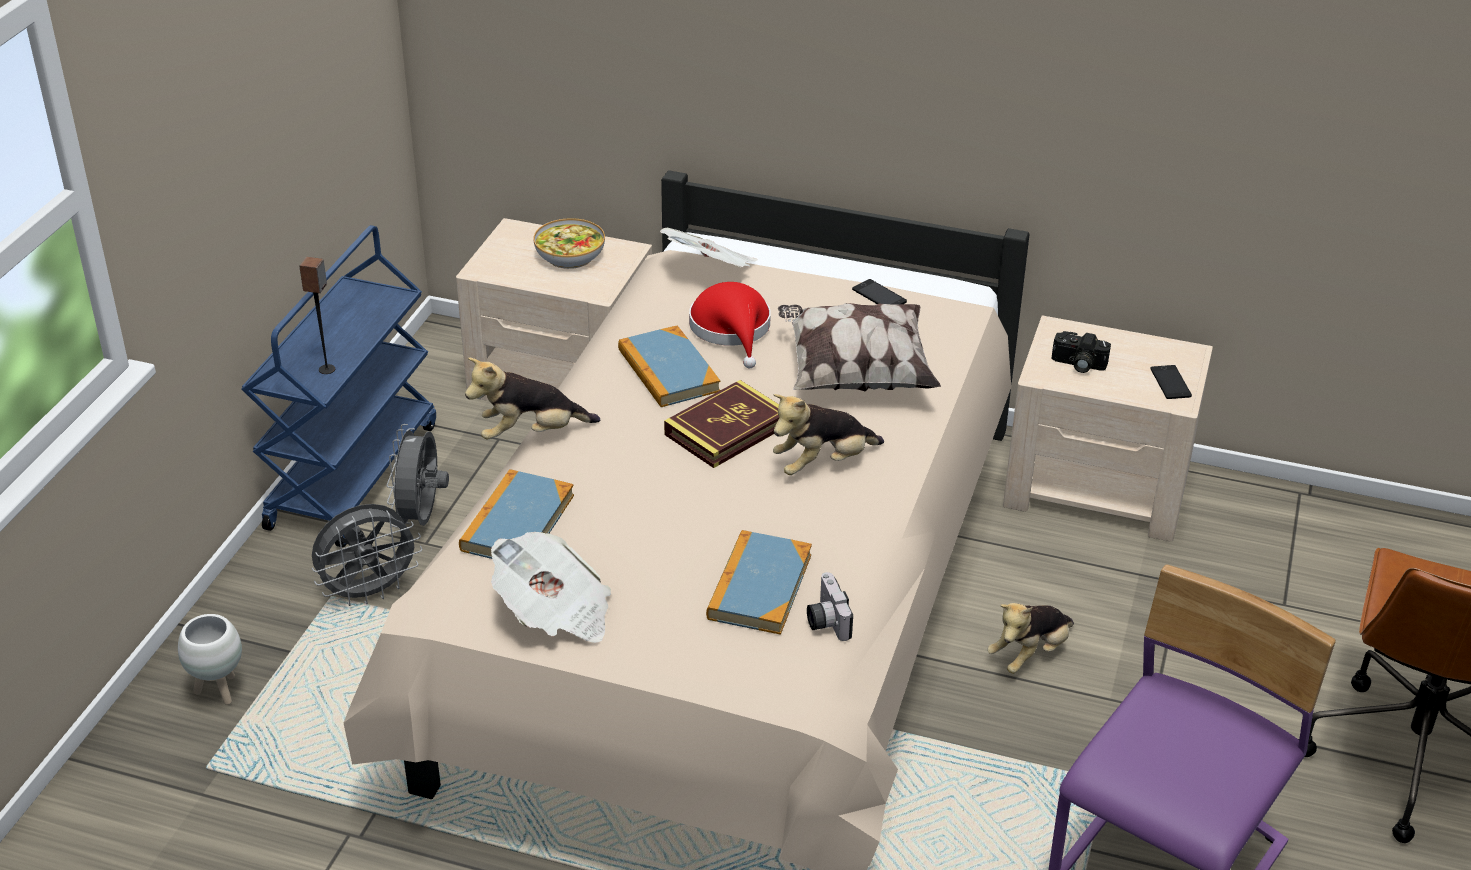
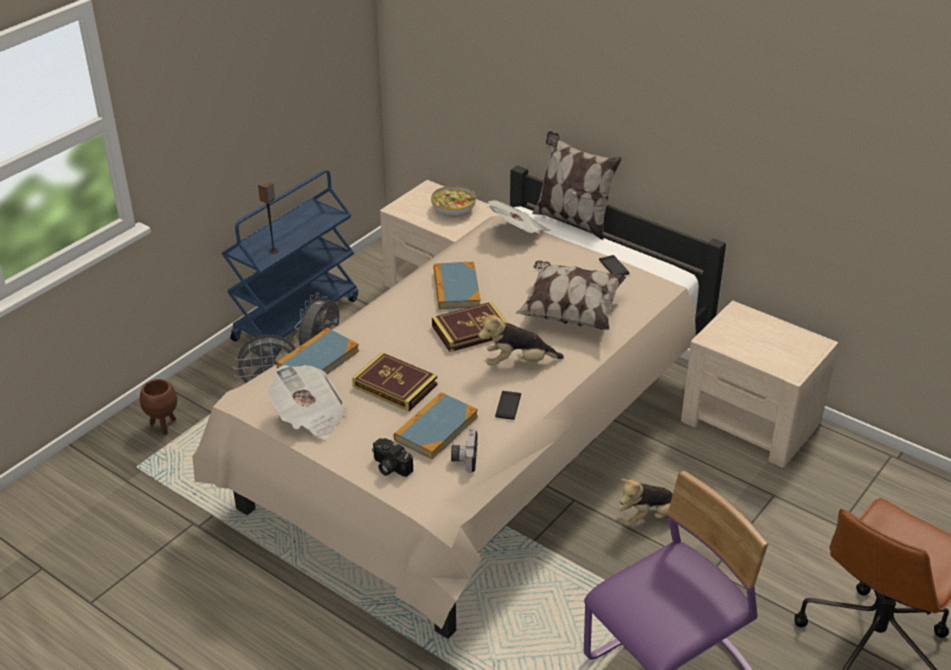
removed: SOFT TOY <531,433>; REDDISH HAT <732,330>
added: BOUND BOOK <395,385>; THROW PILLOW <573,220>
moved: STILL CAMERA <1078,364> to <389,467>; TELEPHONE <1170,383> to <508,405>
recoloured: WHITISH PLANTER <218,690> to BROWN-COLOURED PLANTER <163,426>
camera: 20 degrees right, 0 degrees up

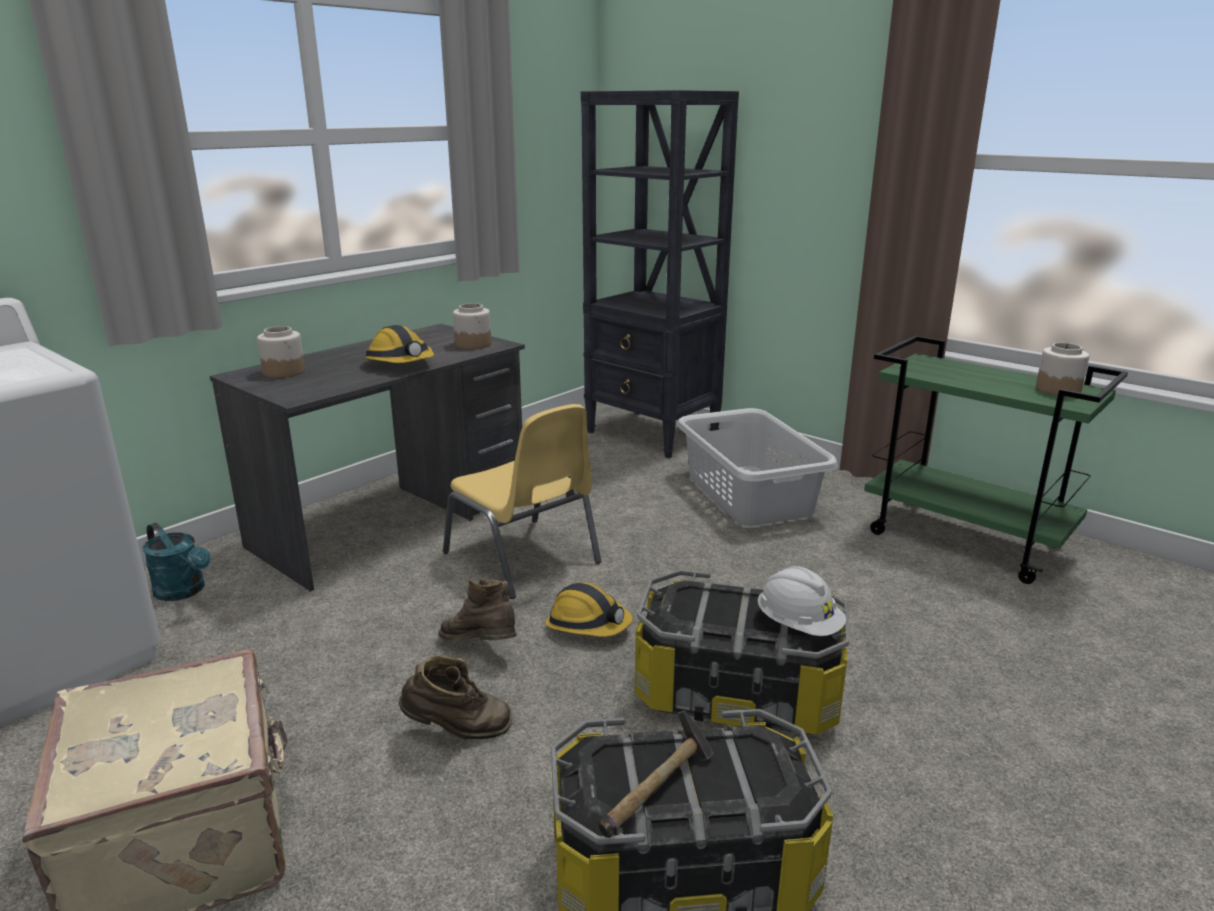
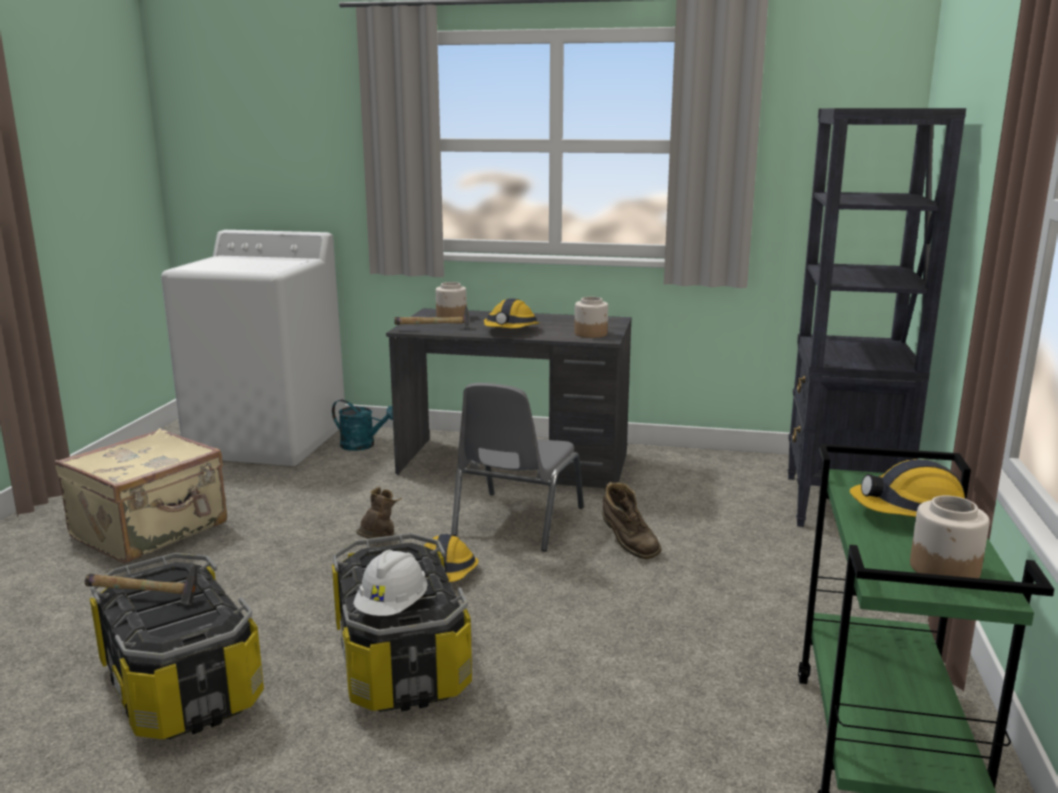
removed: GREYISH LAUNDRY BASKET <749,494>
added: HAMMER <435,329>; HARD HAT <910,514>
moved: BROWN-COLOURED TALL BOOT <458,732> to <627,545>
recoloured: YELLOW UPRIGHT CHAIR <524,558> to GREYISH UPRIGHT CHAIR <516,522>
turned: TURQUOISE WATERING CAN <184,591> = <363,445> 75 degrees counterclockwise
camera: 60 degrees right, 5 degrees down

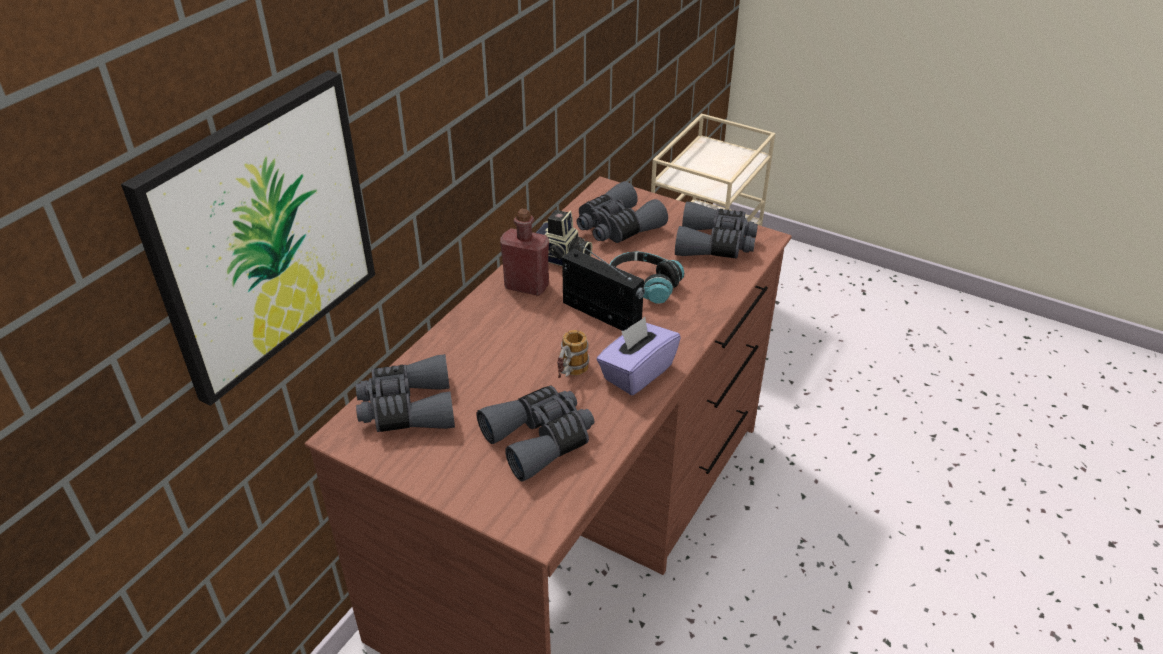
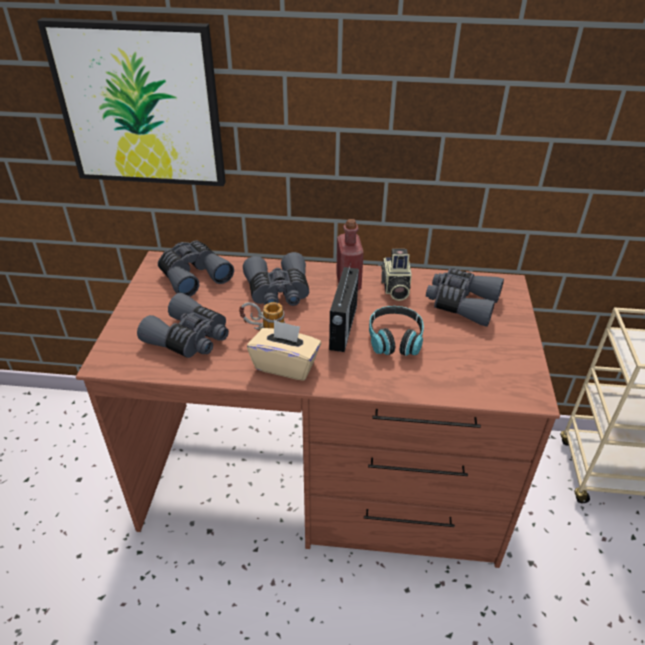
moved: GREYISH PAIR OF BINOCULARS <715,244> to <278,291>
recoloured: PURPLE TISSUE HOLDER <636,372> to BEIGE TISSUE HOLDER <285,365>
camera: 65 degrees right, 0 degrees up

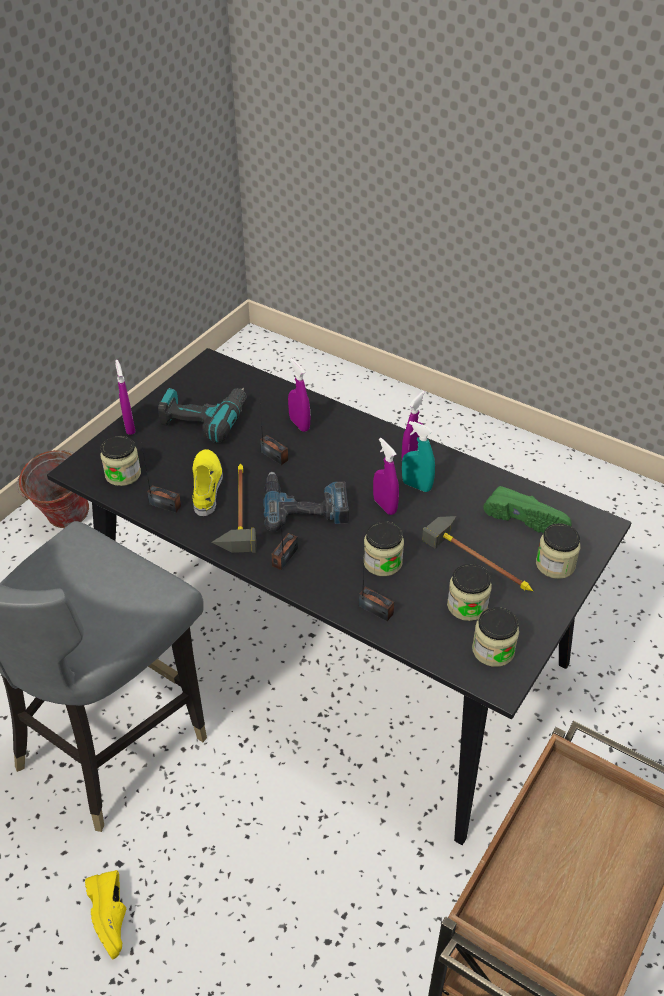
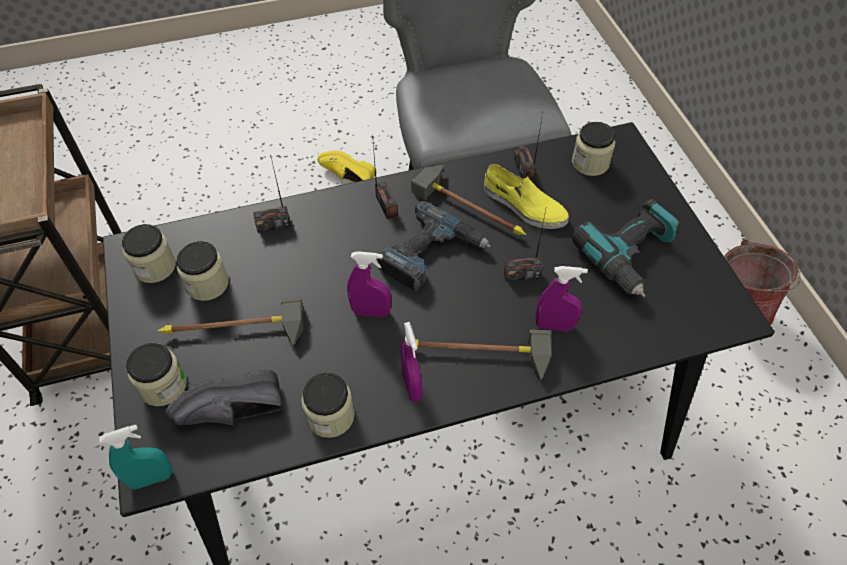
removed: PURPLE SPRAY BOTTLE <129,426>
added: HAMMER <475,359>
moved: PRESERVE JAR <382,562> to <330,416>; TURQUOISE SPRAY BOTTLE <416,486> to <151,478>
recoloured: GREEN ITEM OF FOOTWEAR <526,518> to BLACK-COLOURED ITEM OF FOOTWEAR <233,415>
turned: RADIO <165,505> = <523,169> 105 degrees clockwise
camera: 130 degrees right, 10 degrees up

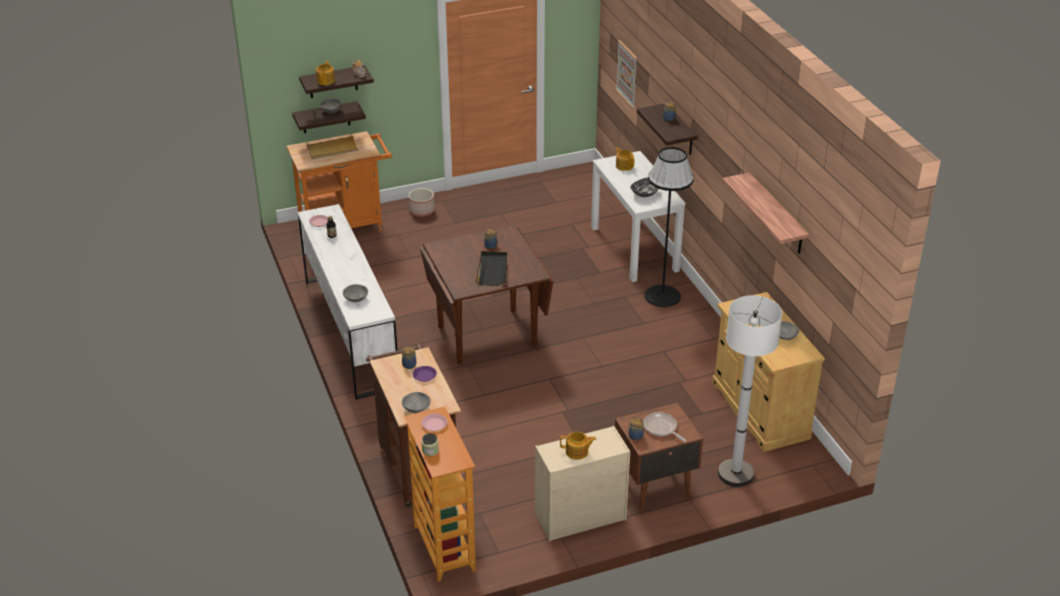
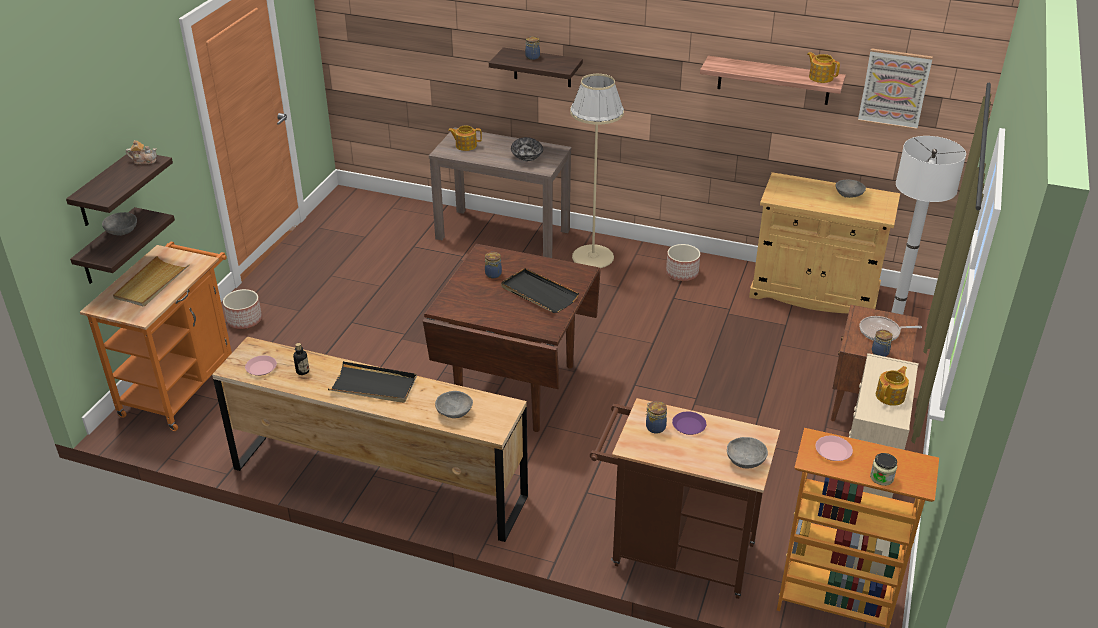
added: BLACK-COLOURED CARRYING TRAY <373,385>; PLANTER <681,273>
moved: TEA POT <326,80> to <820,77>; PICTURE <627,73> to <894,88>
recoloured: WHITISH DRESSER <351,332> to BROWN-COLOURED DRESSER <379,482>; WHITISH NARROW TABLE <634,249> to BROWN-COLOURED NARROW TABLE <503,234>; BLACK-COLOURED FLOOR LAMP <662,296> to BEIGE FLOOR LAMP <593,256>
camera: 50 degrees left, 0 degrees up

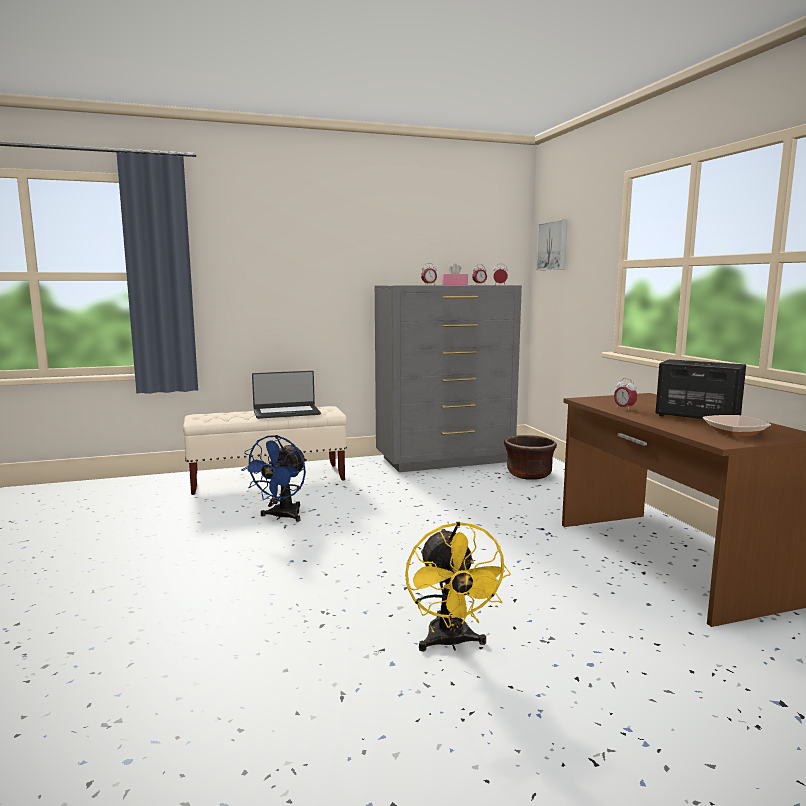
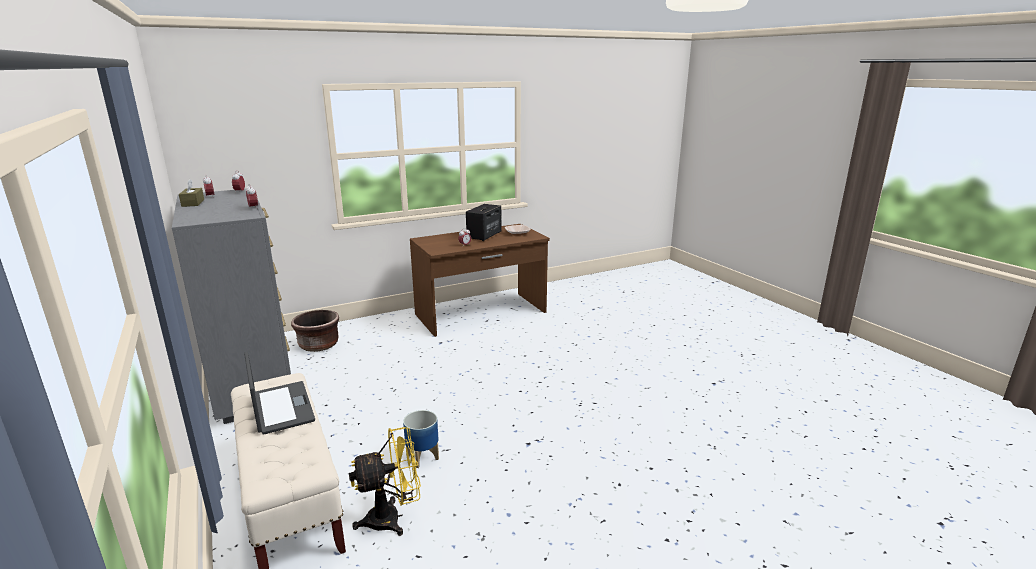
removed: PICTURE <553,246>
moved: YELLOW FAN <451,643> to <392,518>
replaced: BLUISH FAN <282,517> to PLANTER <422,457>
recoloured: PINK TISSUE HOLDER <454,284> to BROWN-COLOURED TISSUE HOLDER <193,203>
camera: 100 degrees left, 10 degrees up

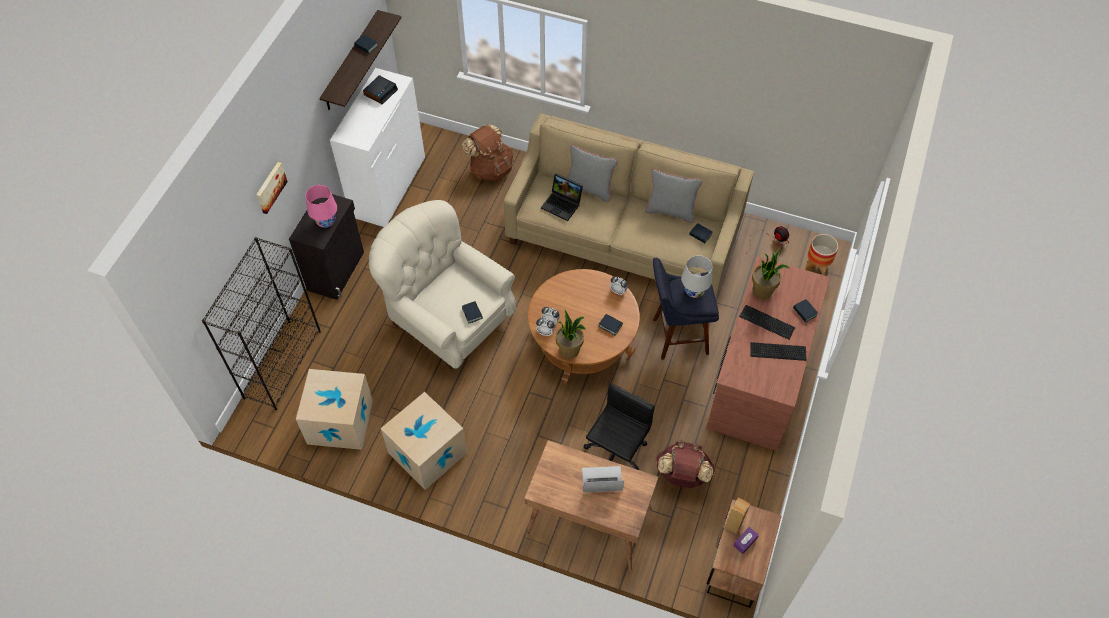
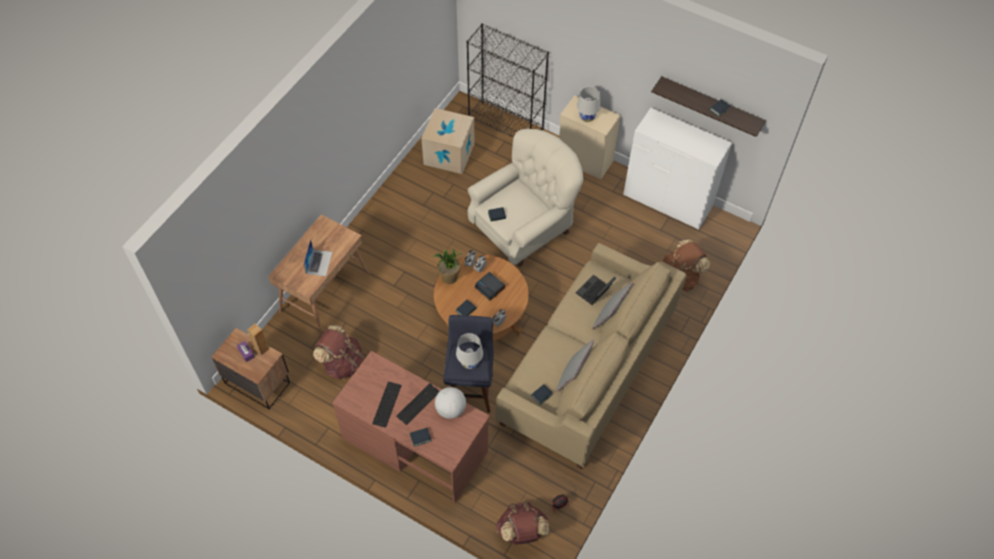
removed: PICTURE <270,187>; CARDBOARD BOX <427,453>; BLACK-COLOURED COMPUTER CHAIR <616,455>
moved: ALARM CLOCK <380,92> to <490,288>
replaced: POTTED PLANT <763,291> to DESK GLOBE <450,409>; PLANTER <817,267> to BROWN-COLOURED BACKPACK <522,532>
recoloured: BLACK-COLOURED CUPBOARD <337,271> to BEIGE CUPBOARD <585,161>; PINK TABLE LAMP <326,221> to WHITISH TABLE LAMP <587,117>
camera: 100 degrees right, 0 degrees up

